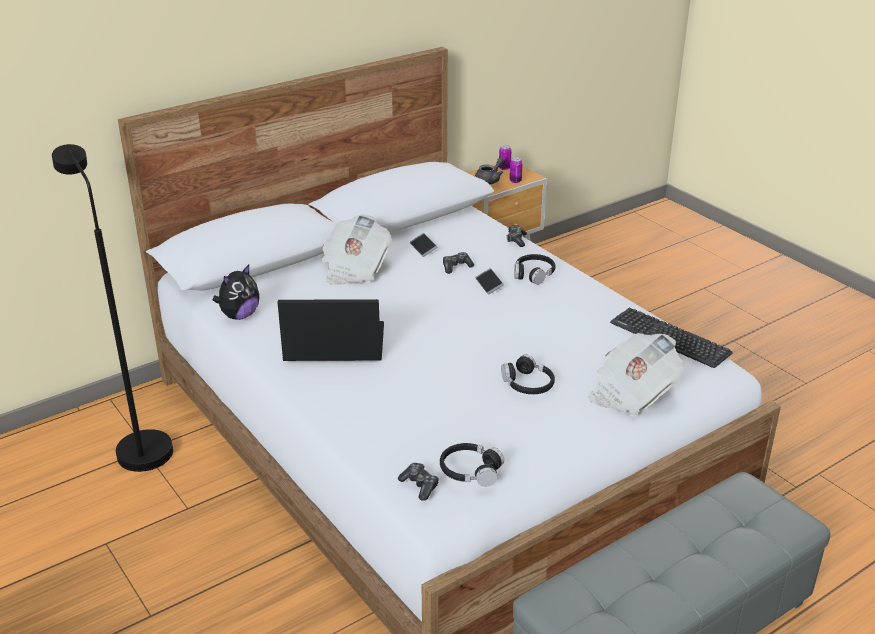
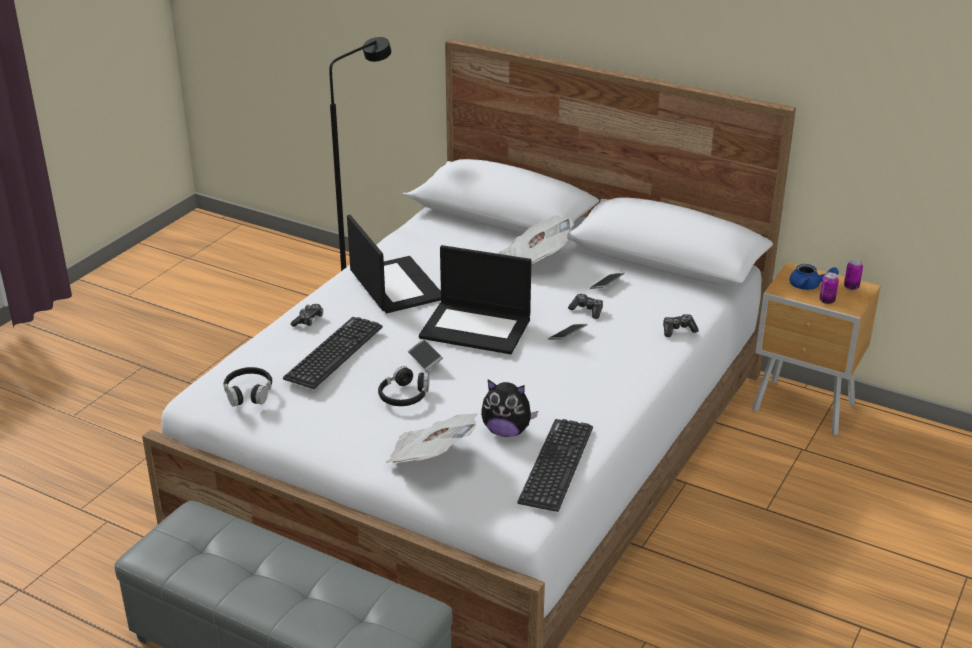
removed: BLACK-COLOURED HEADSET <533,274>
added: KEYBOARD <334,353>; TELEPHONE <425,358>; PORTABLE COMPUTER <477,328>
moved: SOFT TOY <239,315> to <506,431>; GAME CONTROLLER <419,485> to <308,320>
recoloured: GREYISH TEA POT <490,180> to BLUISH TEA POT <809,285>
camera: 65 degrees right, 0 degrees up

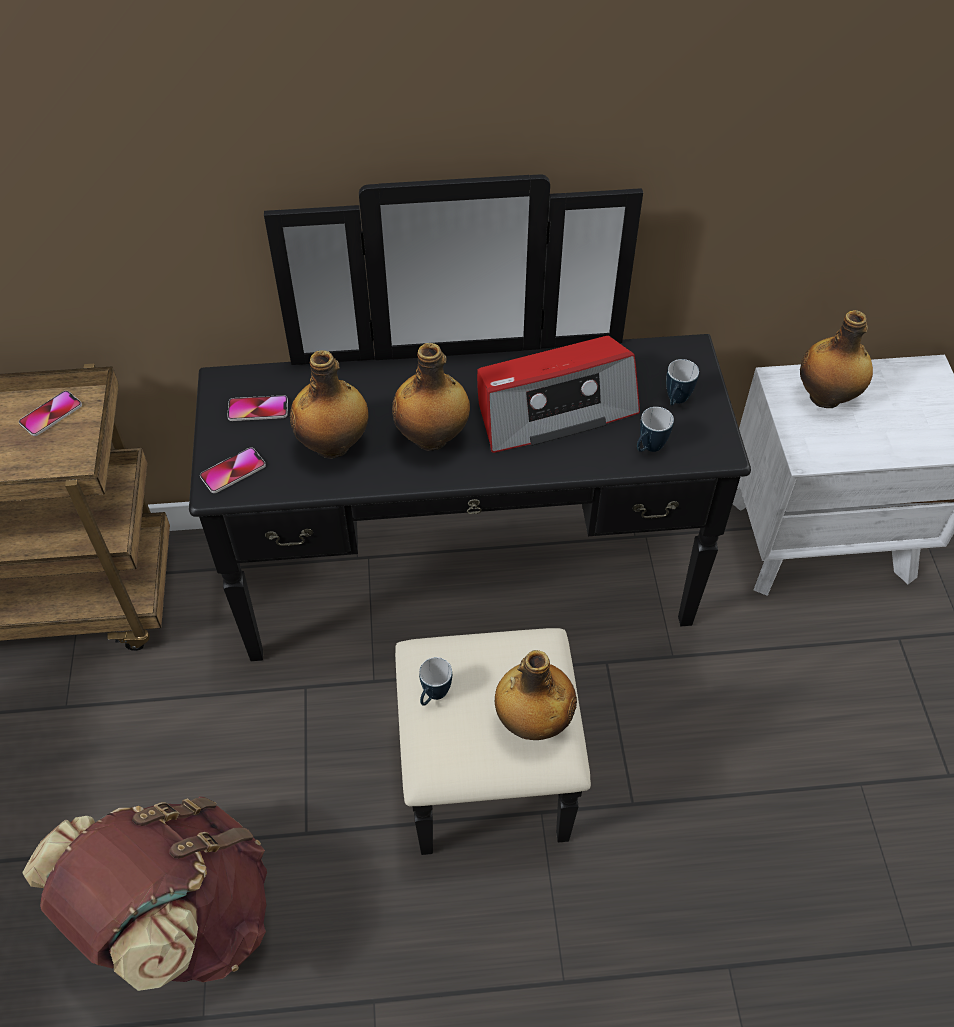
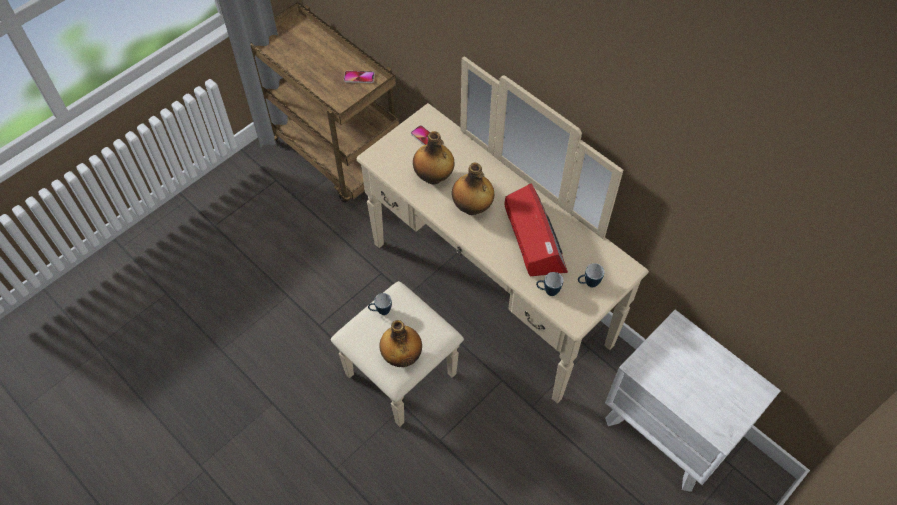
removed: BROWN-COLOURED BACKPACK <180,917>; TELEPHONE <233,471>; BEVERAGE BOTTLE <826,397>
recoloured: BLACK-COLOURED DRESSER <473,623> to BEIGE DRESSER <471,312>
turned: RADIO <554,408> = <534,240> 135 degrees counterclockwise
camera: 50 degrees right, 5 degrees up

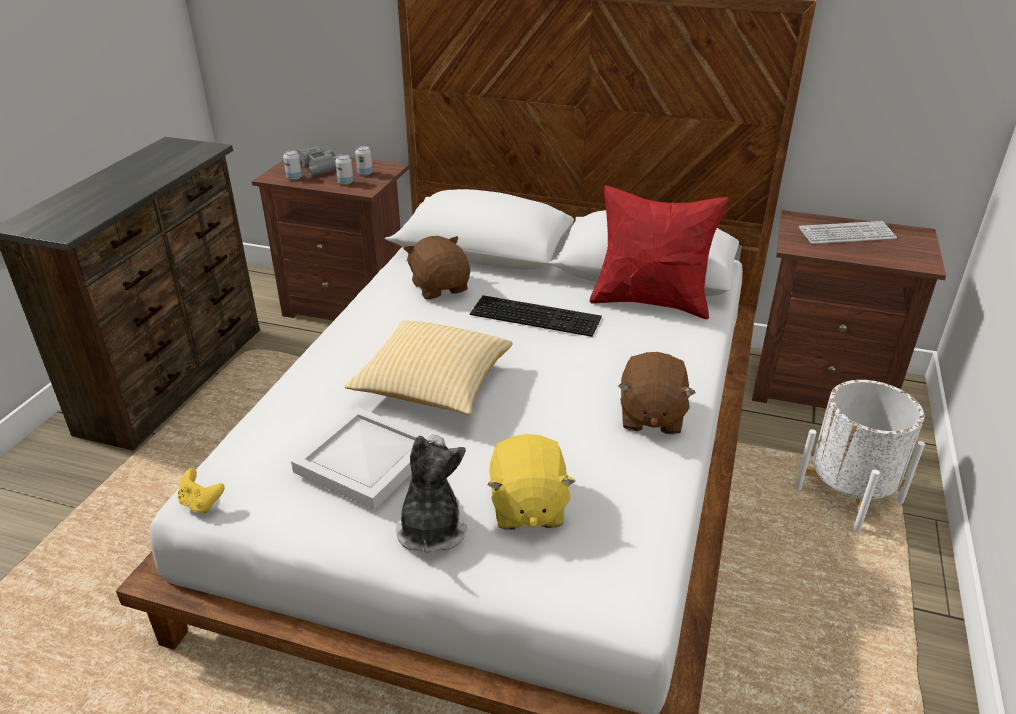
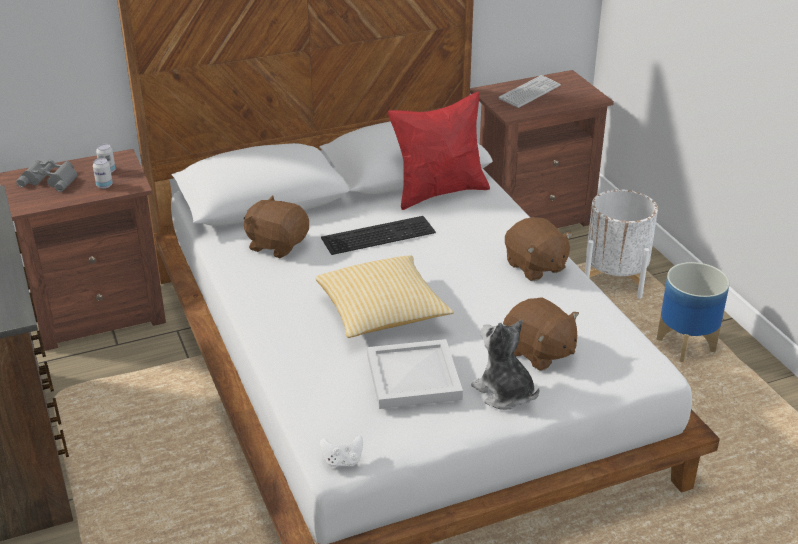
removed: CAN <294,178>
added: PLANTER <686,345>
recoloured: YELLOW GAME CONTROLLER <201,503> to WHITISH GAME CONTROLLER <342,461>; YELLOW SOFT TOY <527,507> to BROWN-COLOURED SOFT TOY <538,352>
camera: 40 degrees left, 0 degrees up

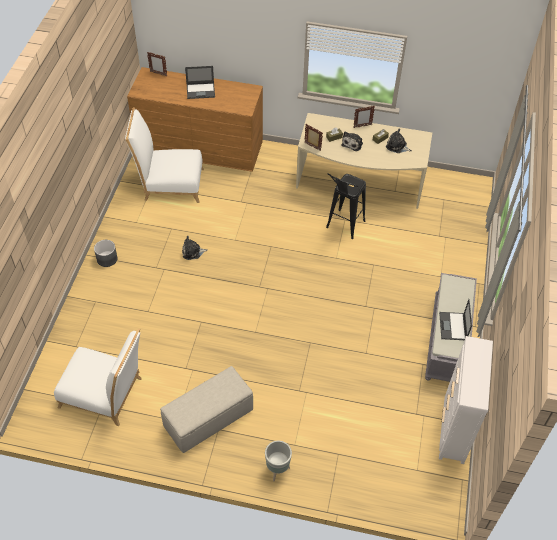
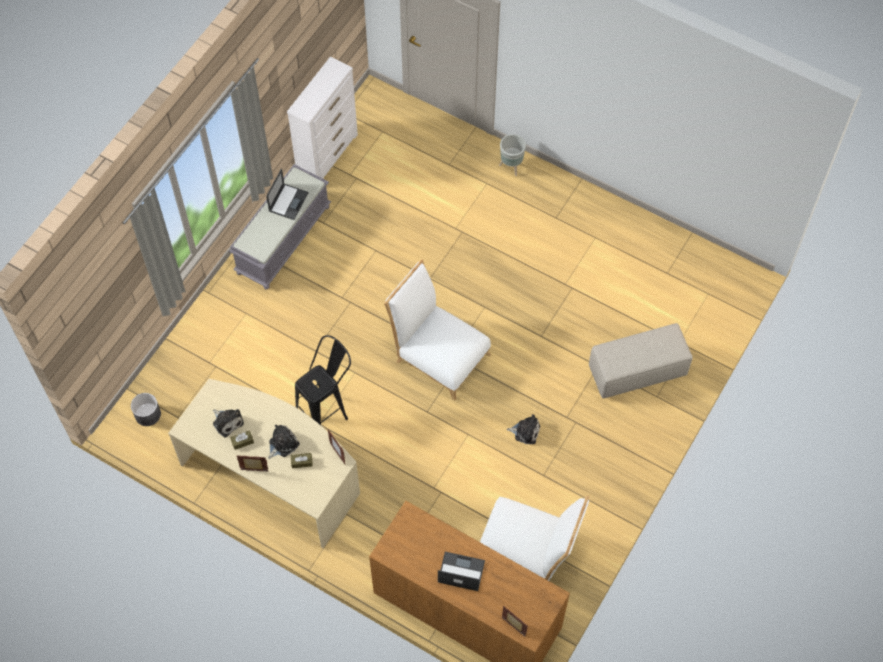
moved: WHITISH UPRIGHT CHAIR <105,394> to <438,354>; GREYISH PLANTER <107,259> to <147,414>; BEIGE FOOTREST <208,419> to <638,371>
camera: 160 degrees left, 10 degrees up

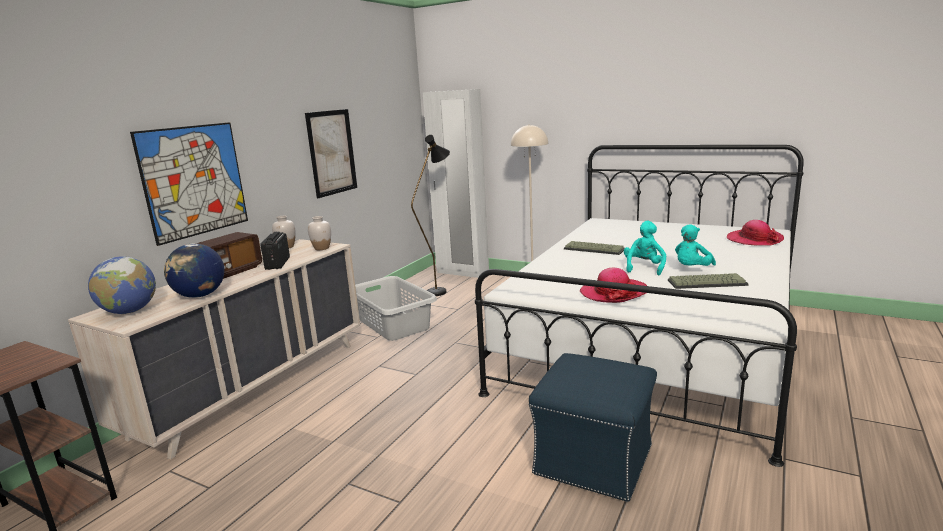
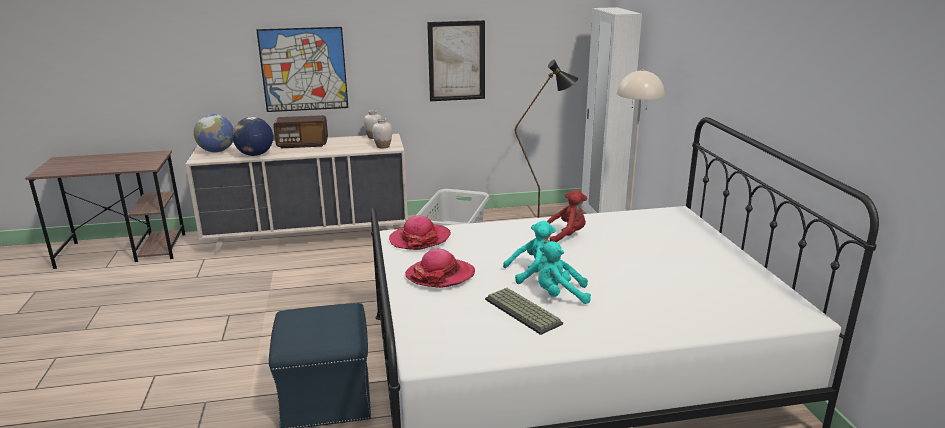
removed: RADIO <277,263>
moved: HAT <754,240> to <420,239>
replaced: KEYBOARD <595,249> to REDDISH SOFT TOY <565,236>
camera: 50 degrees right, 5 degrees up

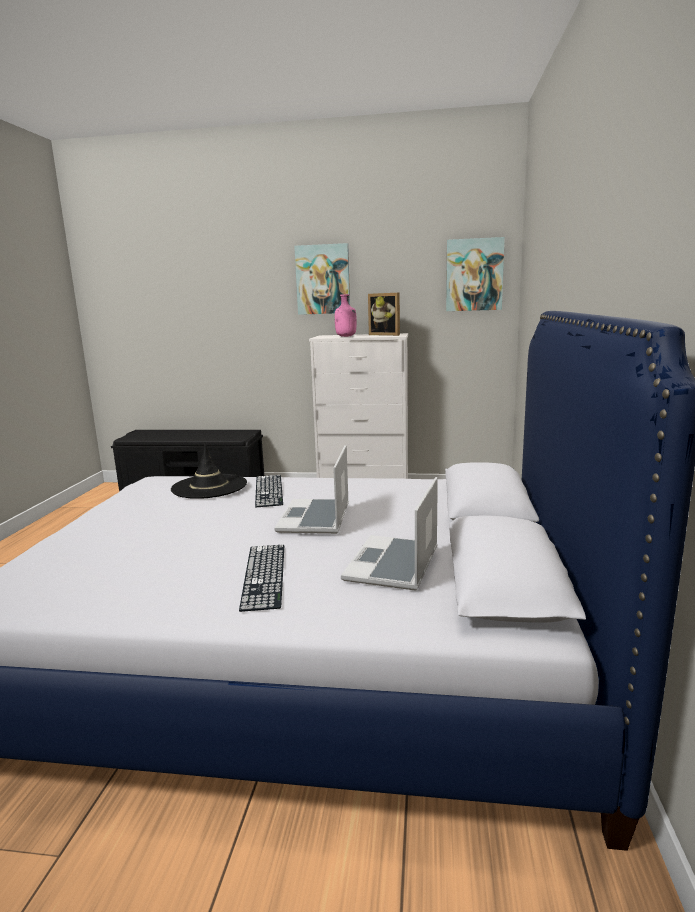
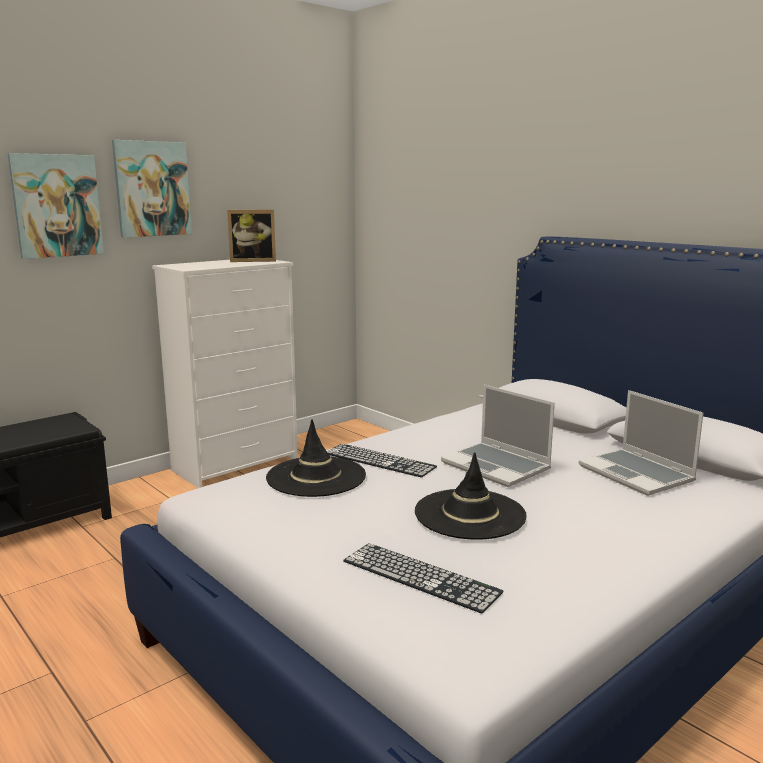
removed: PINK BEVERAGE BOTTLE <346,336>
added: BLACK-COLOURED HAT <470,514>
moved: KEYBOARD <264,575> to <420,576>; PICTURE <474,275> to <57,206>
camera: 50 degrees left, 0 degrees up

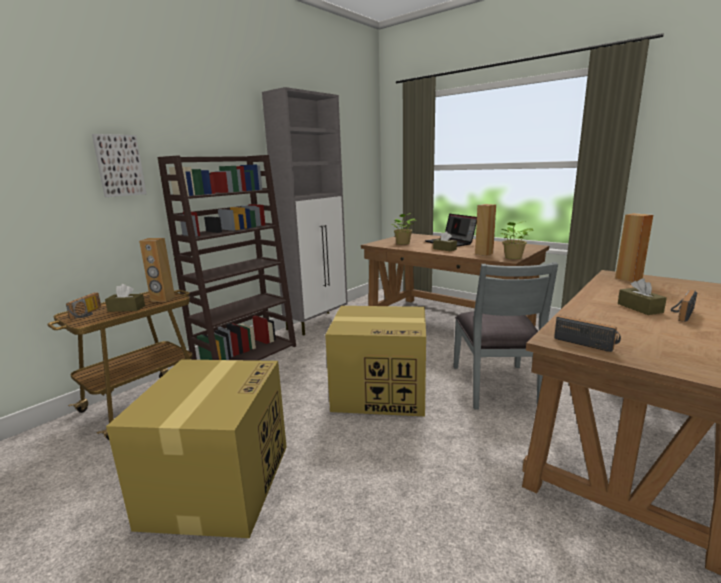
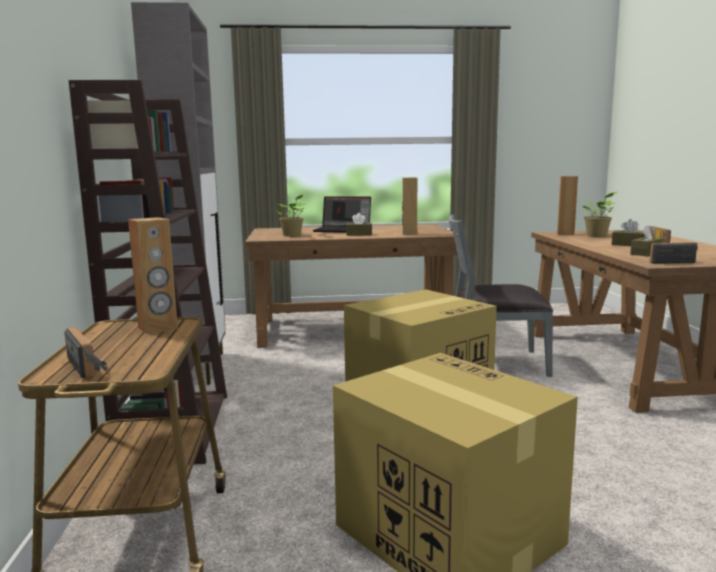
removed: PICTURE <119,165>
moved: BROWN-COLOURED TISSUE HOLDER <126,308> to <646,253>; POTTED PLANT <513,257> to <597,236>
turned: GREYISH UPRIGHT CHAIR <496,386> = <495,362> 135 degrees clockwise
camera: 45 degrees left, 5 degrees down

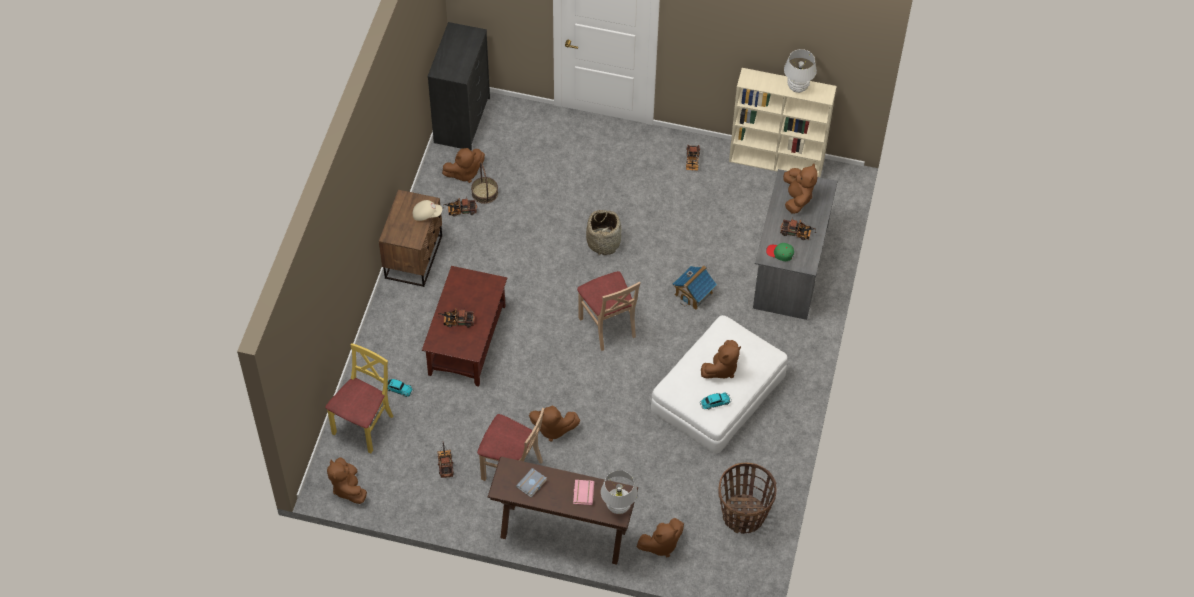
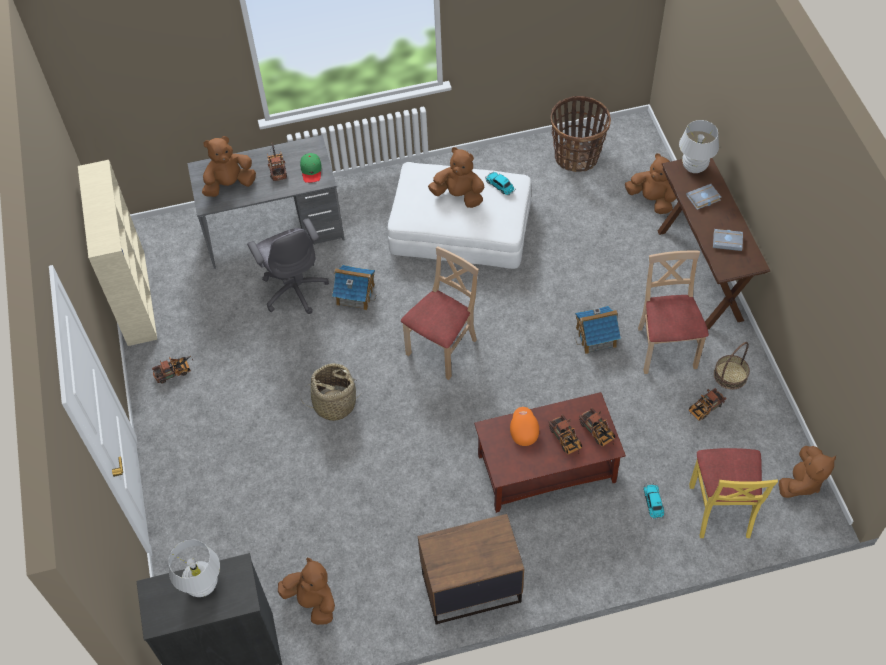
removed: BEIGE CAP <426,214>
added: GREYISH COMPUTER CHAIR <294,289>; ORANGEY CAP <523,430>
moved: TOY LORRY <460,211> to <598,433>; STORAGE BASKET <485,193> to <730,375>; WHITISH TABLE LAMP <797,87> to <202,585>
replaced: BROWN-COLOURED SOFT TOY <552,429> to MINIATURE HOUSE <596,337>
recoloured: PINK BOUND BOOK <582,493> to GREYISH BOUND BOOK <703,199>
turned: YELLOW UPRIGHT CHAIR <364,426> = <721,510> 90 degrees counterclockwise
camera: 115 degrees left, 0 degrees up

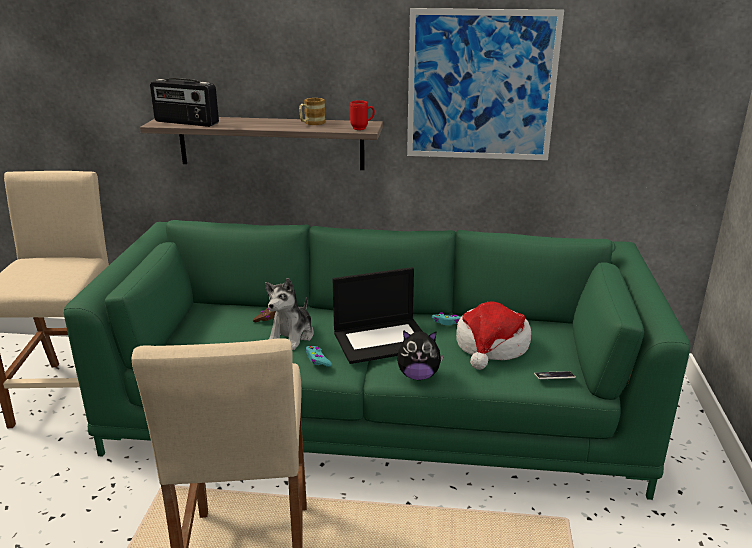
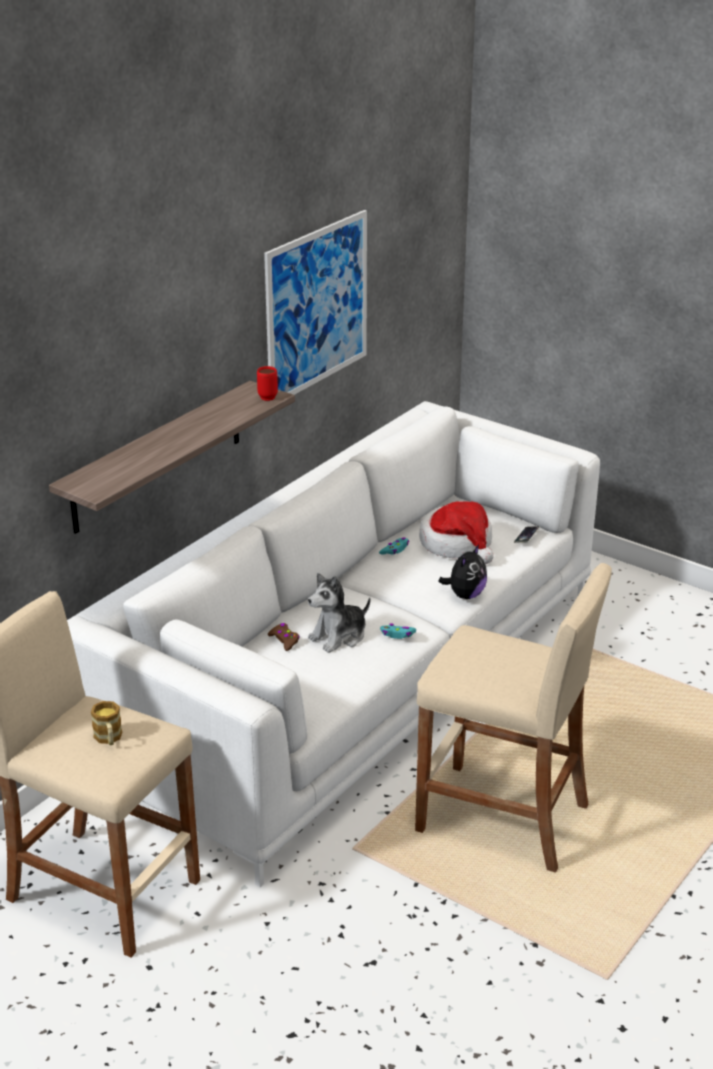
removed: RADIO <186,123>; PORTABLE COMPUTER <383,340>
moved: MUG <311,123> to <109,739>
recoloured: GREEN COUCH <376,412> to WHITISH COUCH <355,683>
turned: SOFT TOY <292,336> = <339,636> 90 degrees clockwise
camera: 60 degrees left, 5 degrees up

